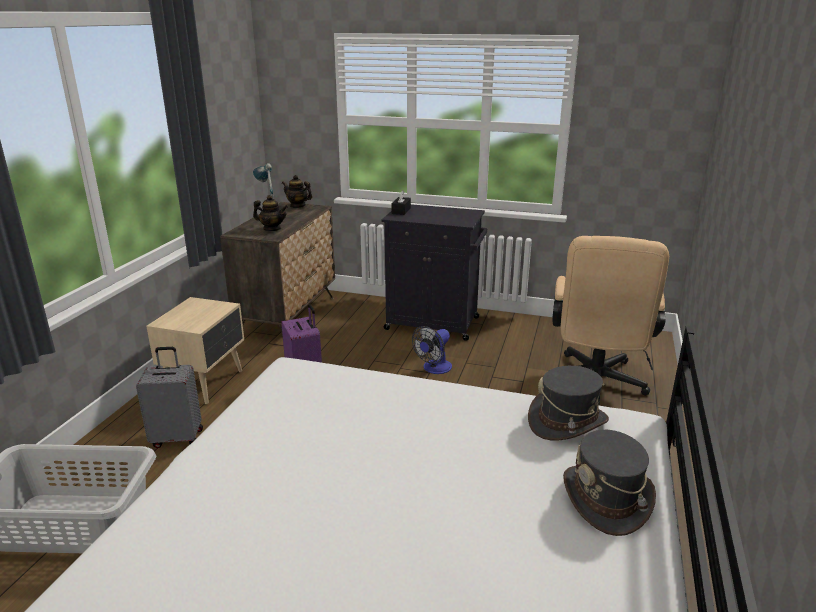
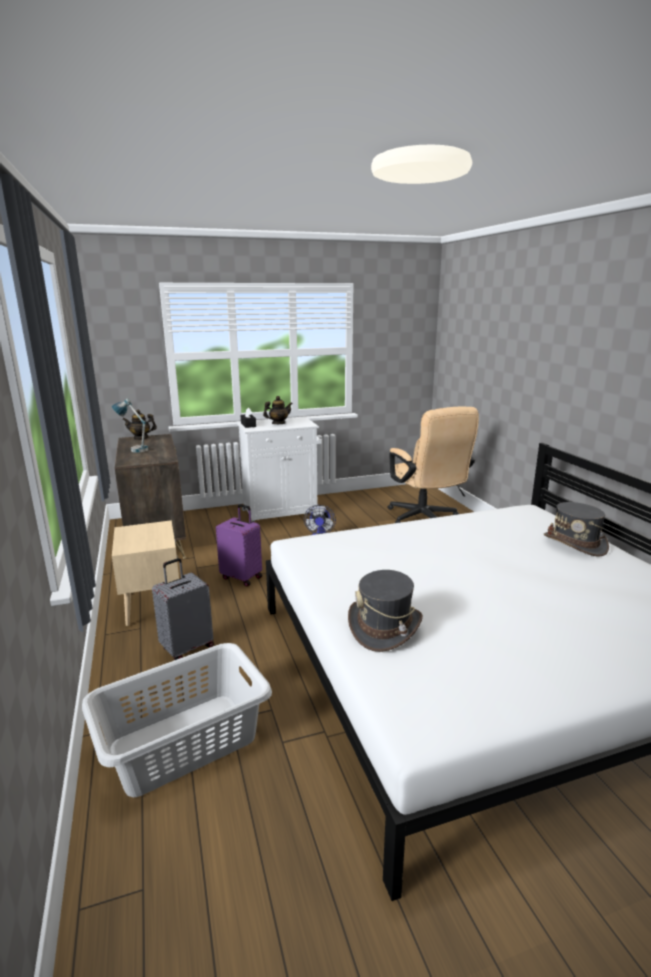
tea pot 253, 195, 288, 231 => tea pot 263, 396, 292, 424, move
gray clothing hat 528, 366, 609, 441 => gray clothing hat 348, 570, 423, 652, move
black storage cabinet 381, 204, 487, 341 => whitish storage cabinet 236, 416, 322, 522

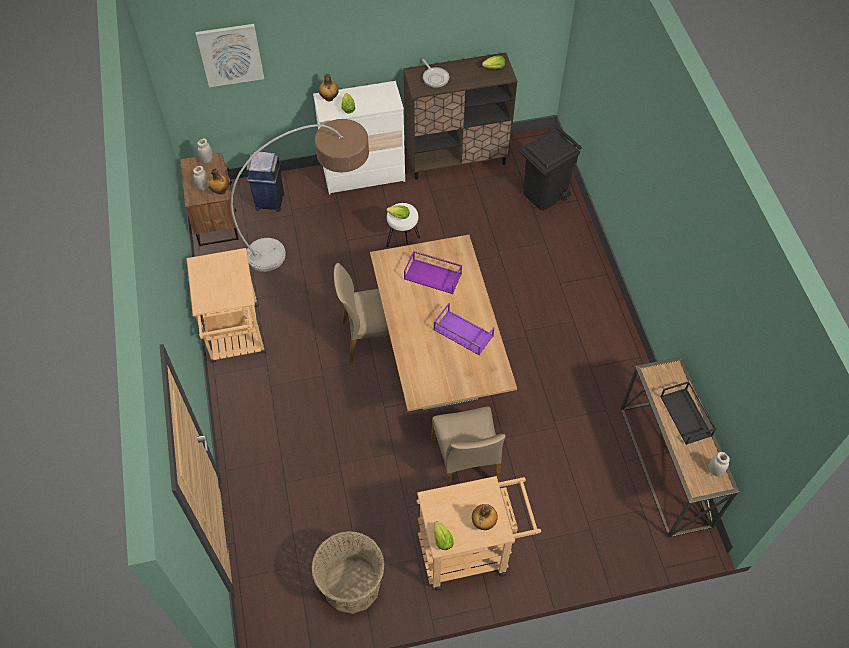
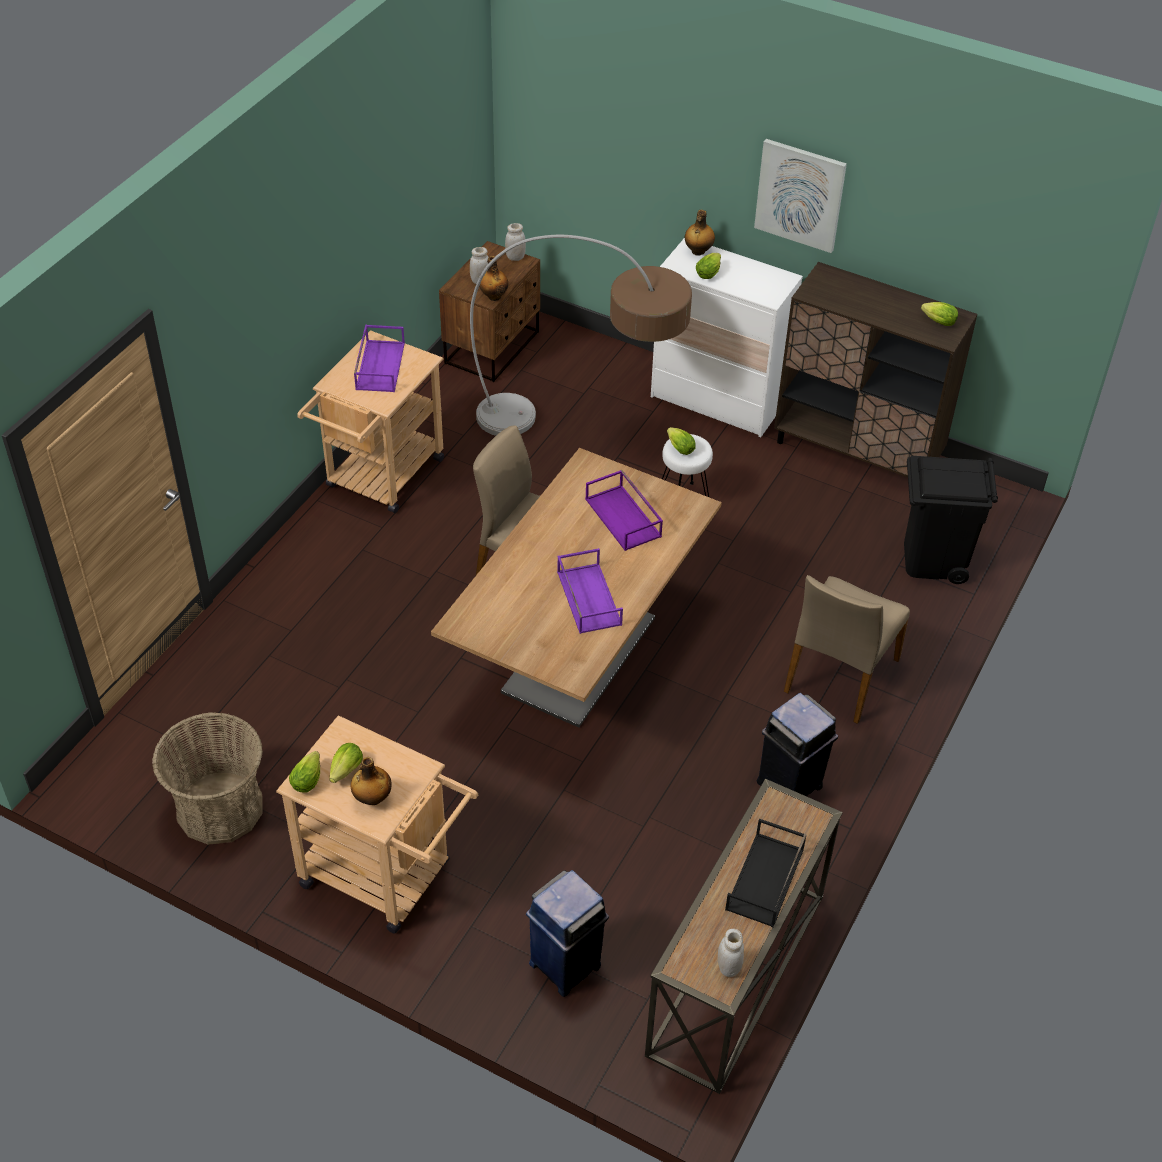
pan 422, 59, 449, 88 => nothing
nothing => head of lettuce 329, 743, 363, 783
nothing => purplish tray 354, 325, 405, 392
nothing => black waste bin 757, 693, 838, 796
wall art 196, 24, 264, 87 => wall art 754, 139, 847, 253, move
bluish waste bin 246, 151, 285, 212 => bluish waste bin 526, 870, 609, 997, move
beige plain chair 431, 407, 505, 486 => beige plain chair 784, 575, 910, 724, move

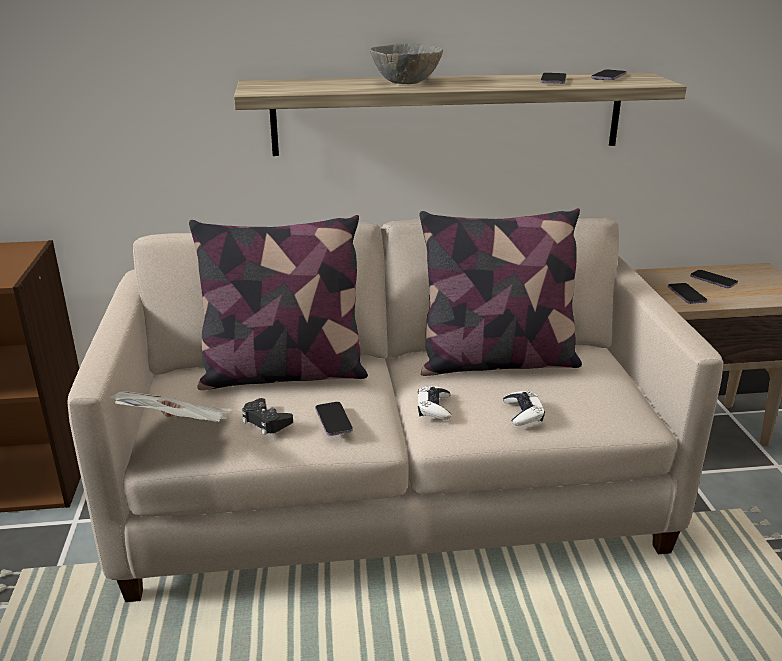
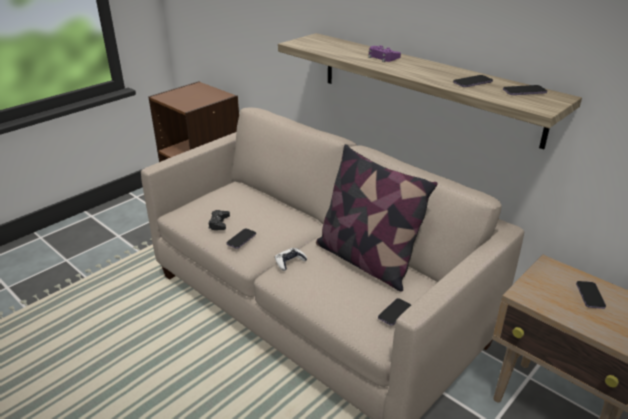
newspaper 109, 391, 232, 422 => nothing
throw pillow 189, 215, 368, 390 => nothing
whitish joypad 503, 391, 545, 426 => nothing
handset 668, 283, 707, 304 => handset 378, 298, 411, 326, move
gray deep dish 370, 43, 443, 84 => purplish joypad 368, 45, 401, 62

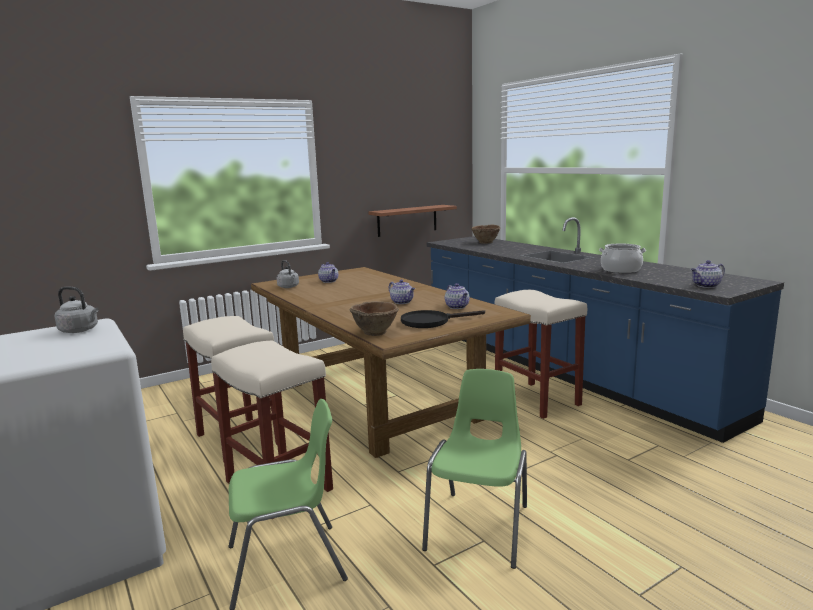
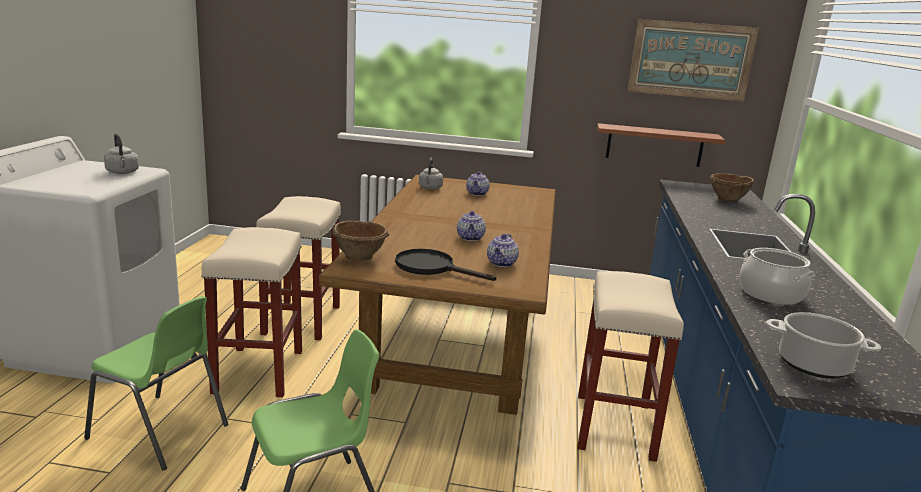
nothing => wall art 628, 19, 759, 101
tea pot 691, 260, 725, 288 => saucepot 766, 312, 881, 379

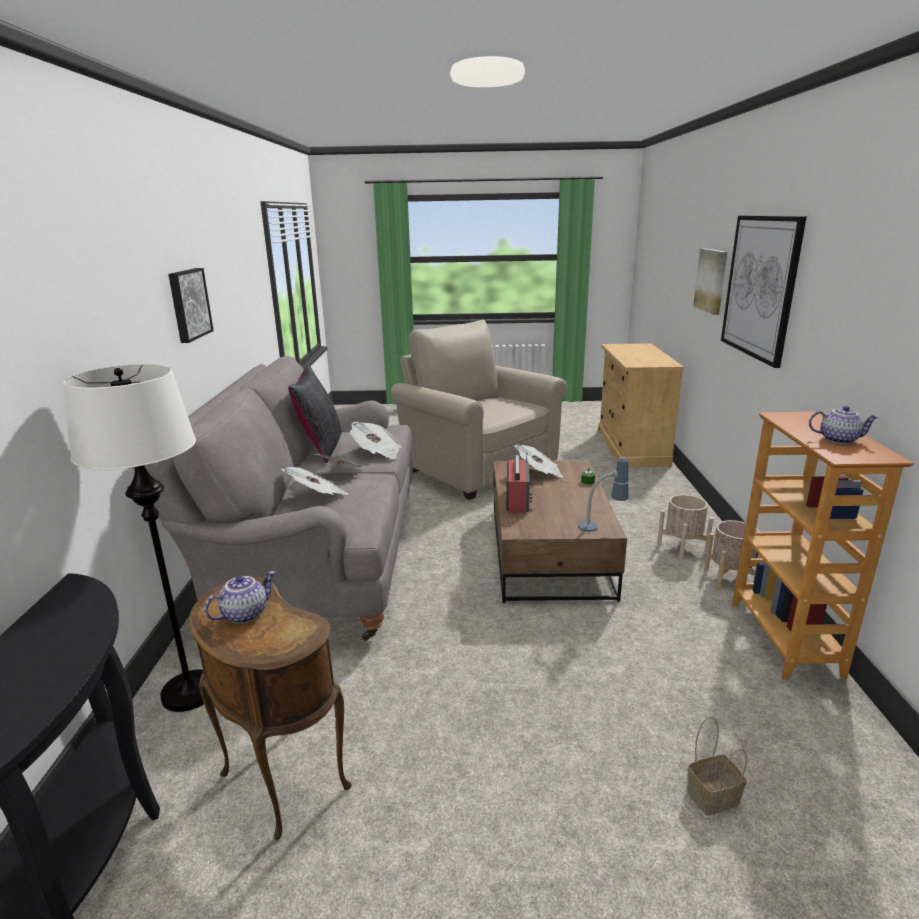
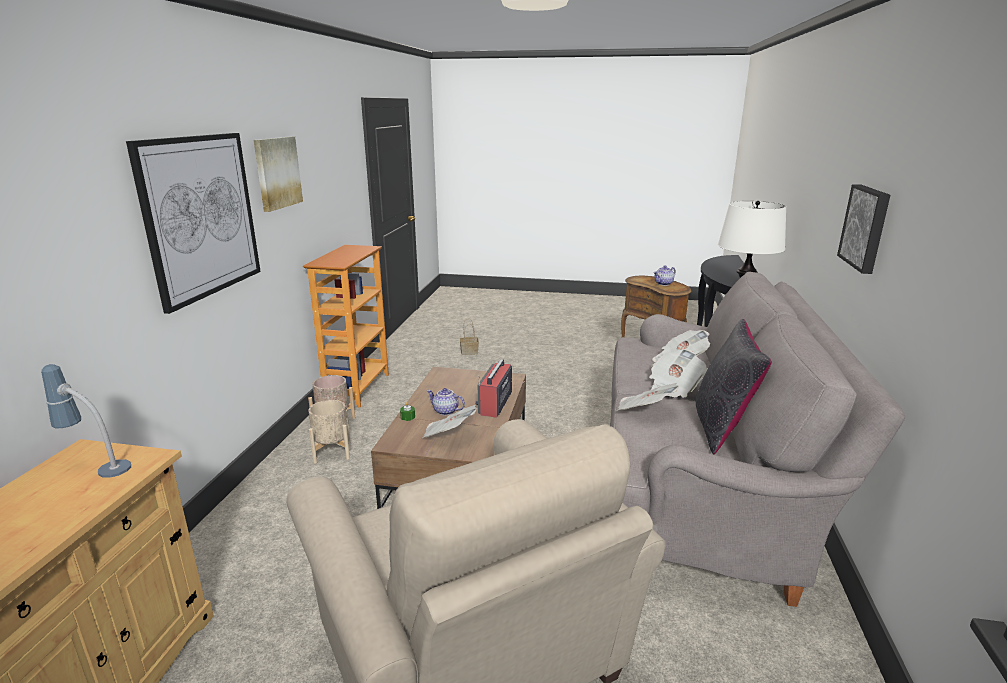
lamp for a table 578, 457, 629, 532 => lamp for a table 41, 364, 131, 478, move
wall art 693, 248, 727, 315 => wall art 253, 136, 303, 212, move
tea pot 809, 406, 879, 444 => tea pot 427, 388, 465, 415, move

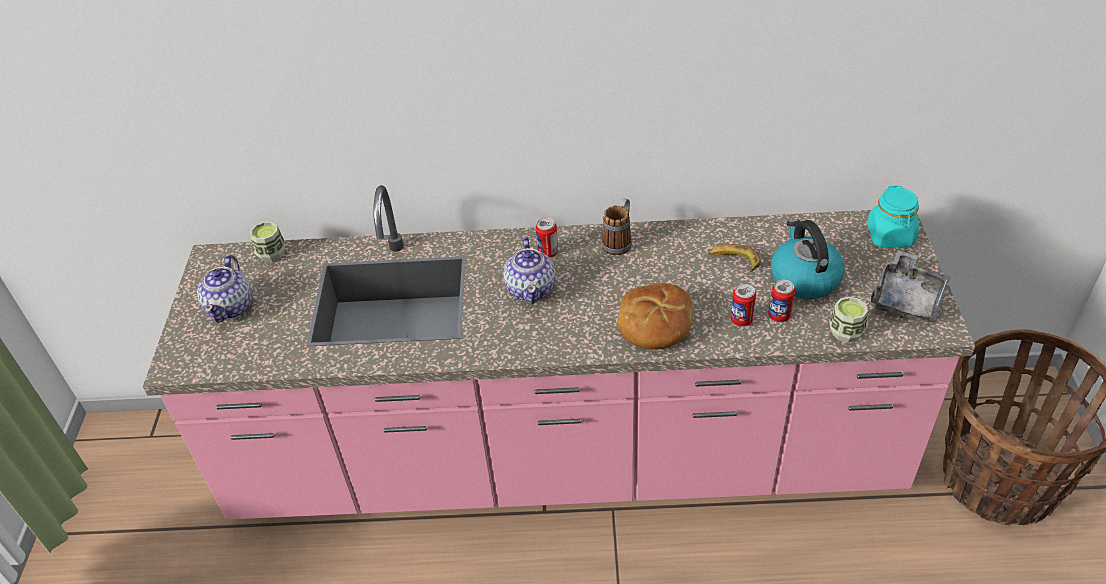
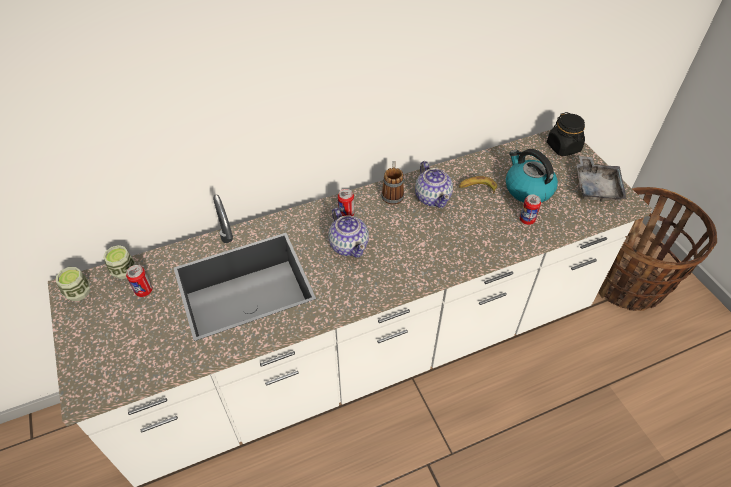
bread 617, 283, 693, 349 => nothing
tea pot 197, 255, 253, 323 => tea pot 415, 161, 453, 208, move
can 730, 284, 756, 327 => can 126, 265, 153, 297, move
cup 829, 296, 868, 343 => cup 56, 267, 90, 301, move
pinkish counter 143, 185, 975, 520 => whitish counter 48, 129, 652, 487
blue-green storage jar 867, 186, 919, 248 => black storage jar 547, 112, 585, 157

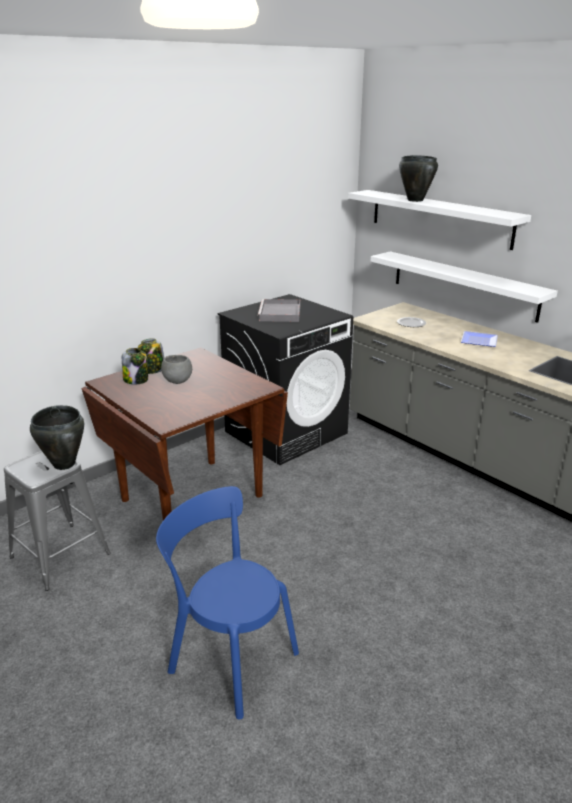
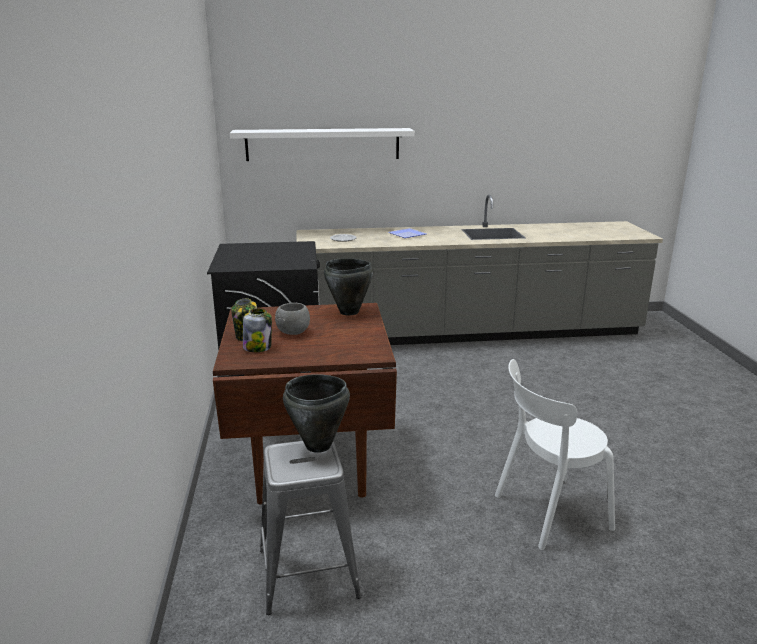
gray tray 257, 299, 300, 322 => nothing
whitish shelf 371, 251, 558, 323 => nothing
black saucepot 399, 155, 438, 202 => black saucepot 324, 258, 373, 316, move
bluish plain chair 156, 486, 299, 720 => whitish plain chair 495, 359, 615, 550

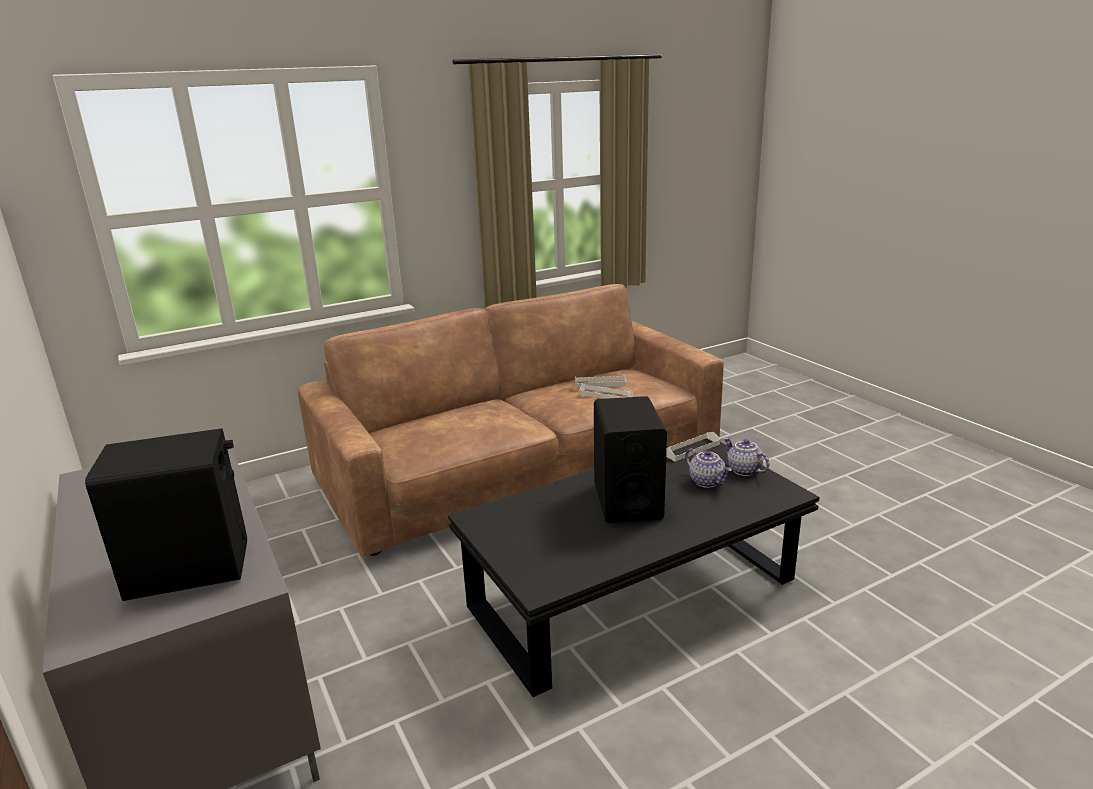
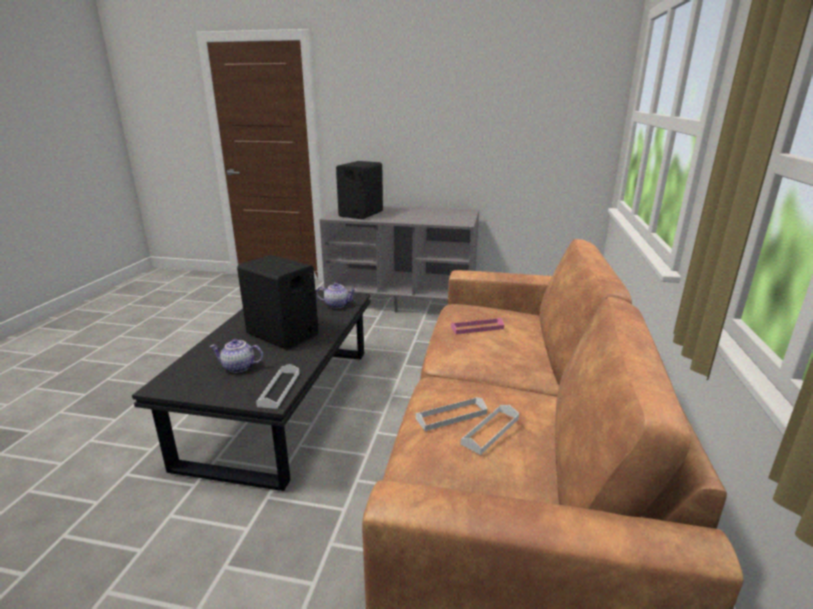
nothing => pinkish tray 451, 318, 504, 334
tea pot 723, 438, 769, 476 => tea pot 316, 282, 357, 308, move

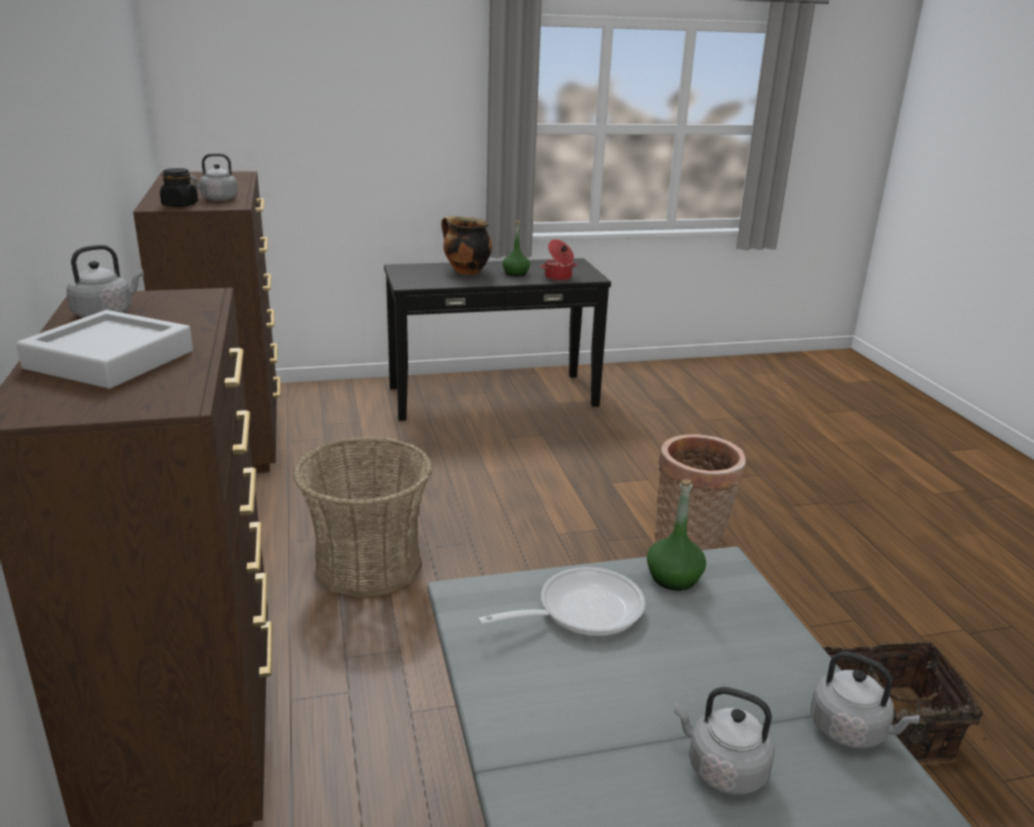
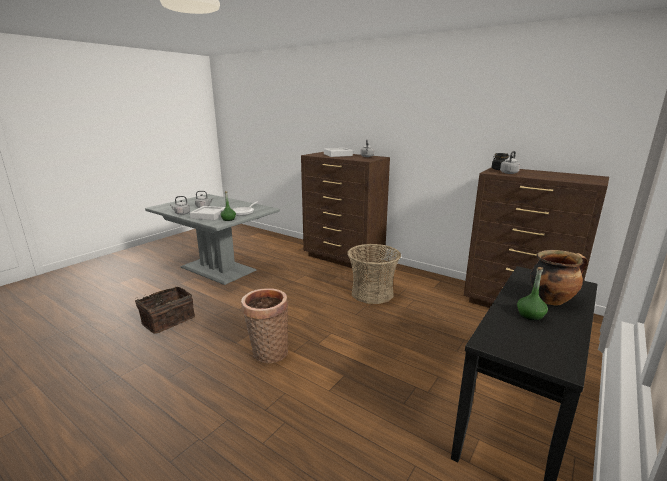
saucepot 541, 239, 577, 281 => nothing
nothing => gray tray 190, 206, 225, 220

